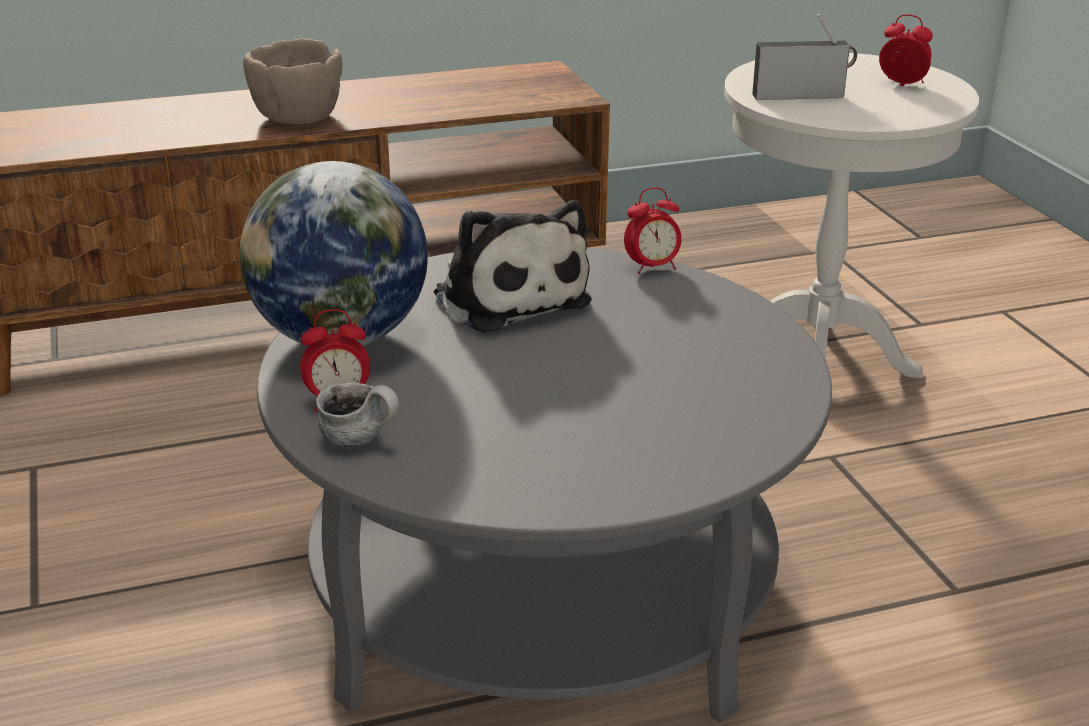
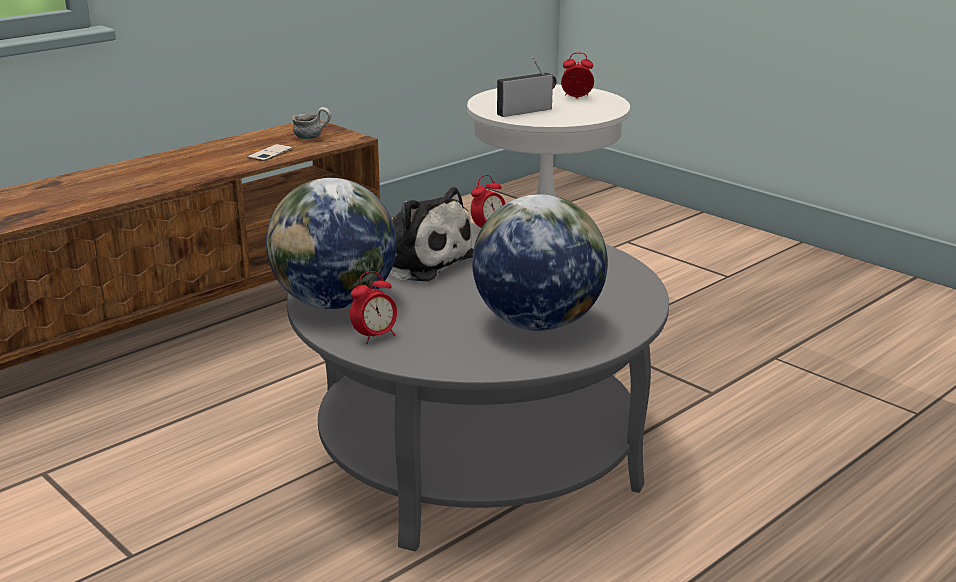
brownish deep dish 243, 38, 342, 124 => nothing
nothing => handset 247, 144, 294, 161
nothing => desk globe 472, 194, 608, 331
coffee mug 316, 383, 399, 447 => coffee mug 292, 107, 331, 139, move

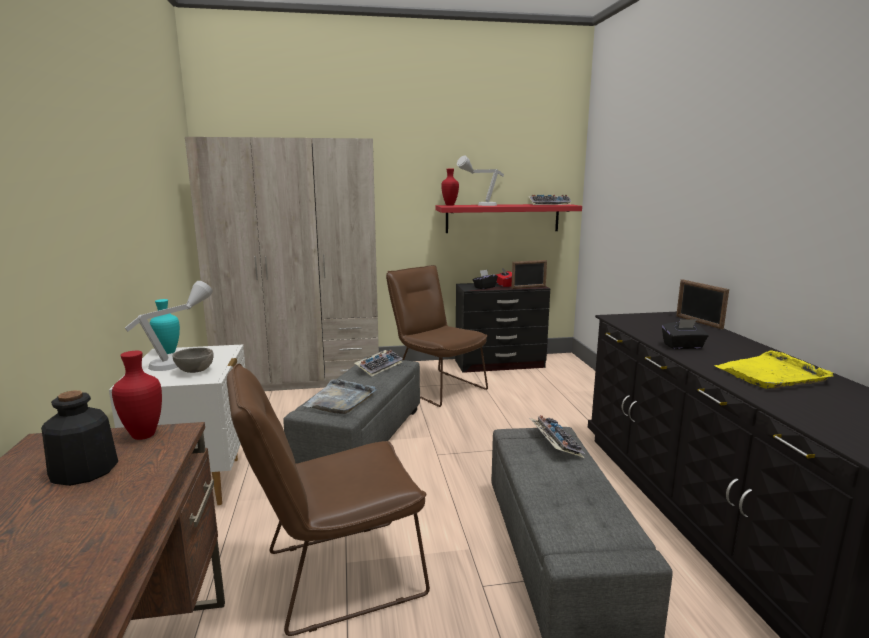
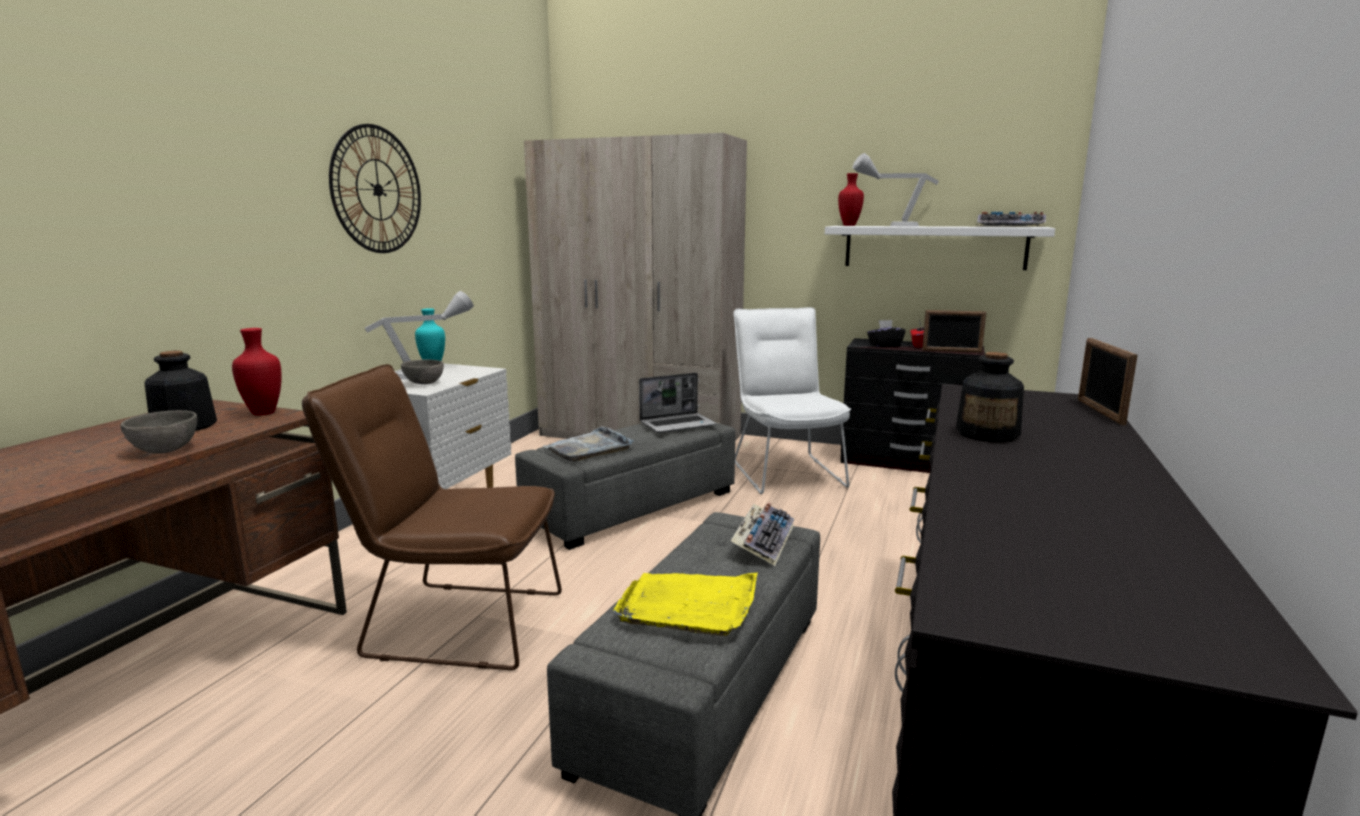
nothing => gray deep dish 120, 410, 197, 454
nothing => clock on the wall 329, 124, 421, 253
yellow-coloured tray 714, 350, 834, 389 => yellow-coloured tray 613, 573, 758, 636, move
PC keyboard 355, 350, 403, 377 => portable computer 639, 373, 717, 433
black box of tissues 662, 319, 709, 349 => beverage bottle 956, 352, 1024, 442
brownish plain chair 386, 265, 488, 407 => whitish plain chair 733, 307, 851, 494
red shelf 436, 204, 582, 233 => whitish shelf 825, 226, 1055, 270

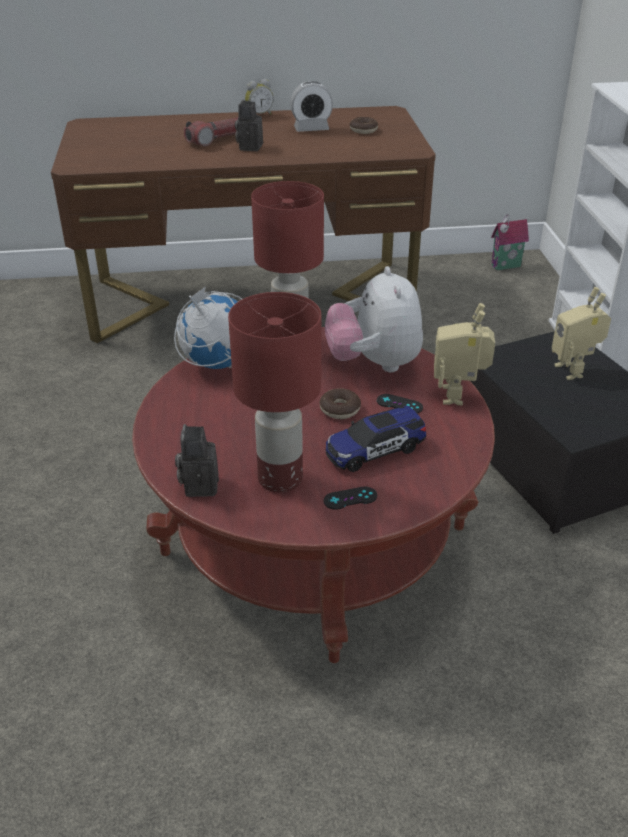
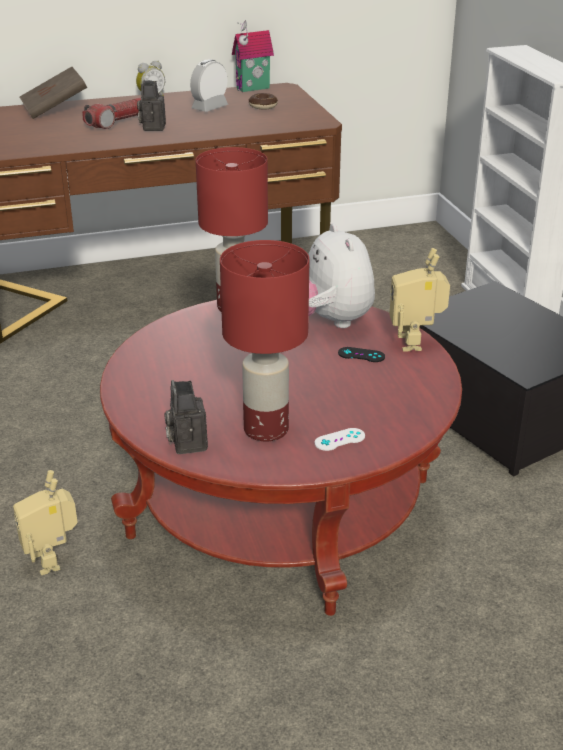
desk globe 174, 286, 242, 369 => nothing
ring doughnut 319, 388, 361, 419 => nothing
model car 325, 406, 426, 472 => nothing
nothing => brownish bound book 20, 67, 87, 119
miniature house 491, 214, 529, 270 => miniature house 232, 20, 274, 92, move
toy robot 552, 287, 611, 380 => toy robot 13, 470, 78, 575, move
black joypad 324, 486, 377, 510 => whitish joypad 315, 428, 365, 451
bedside clock 290, 81, 333, 132 => bedside clock 190, 59, 228, 112, 150 degrees clockwise

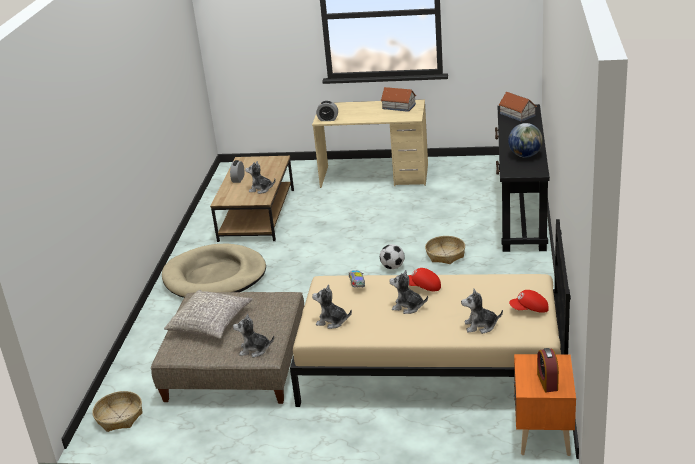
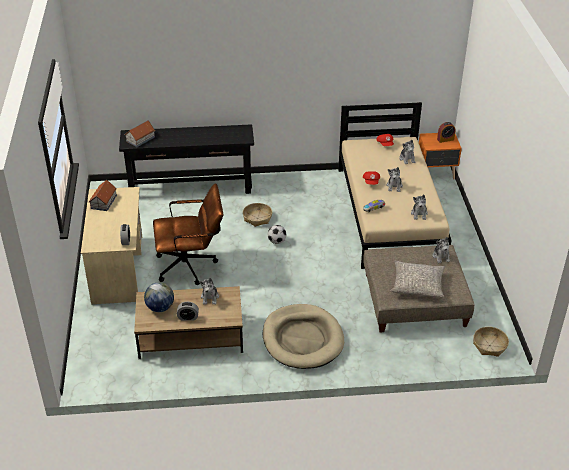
nothing => brownish office chair 153, 183, 223, 285
desk globe 508, 123, 543, 158 => desk globe 144, 282, 174, 312, move

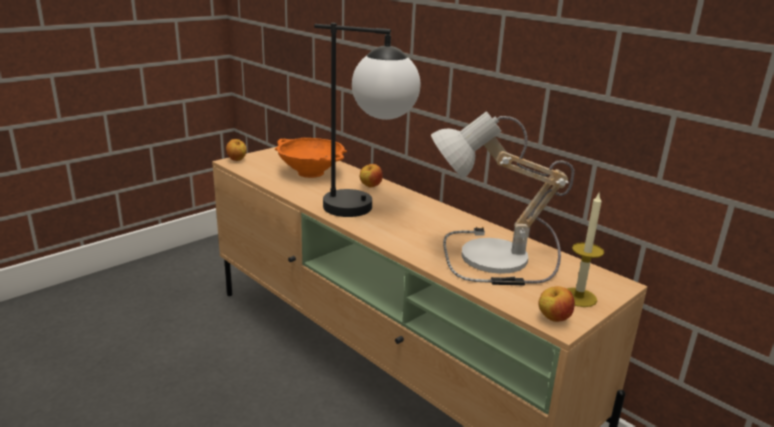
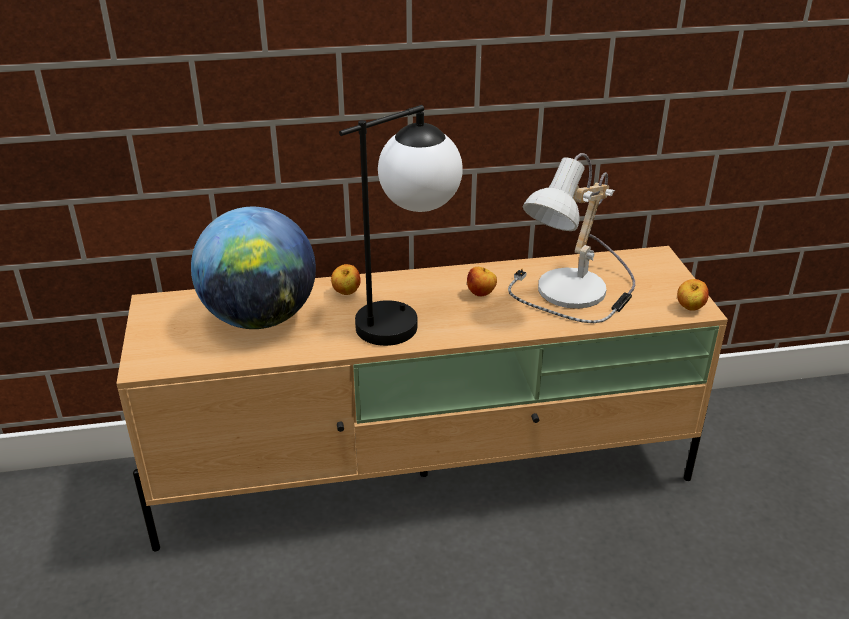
wax candle 567, 193, 604, 307 => nothing
apple 226, 139, 247, 161 => apple 467, 267, 497, 296, move
orangey deep dish 275, 138, 347, 178 => desk globe 191, 207, 316, 329

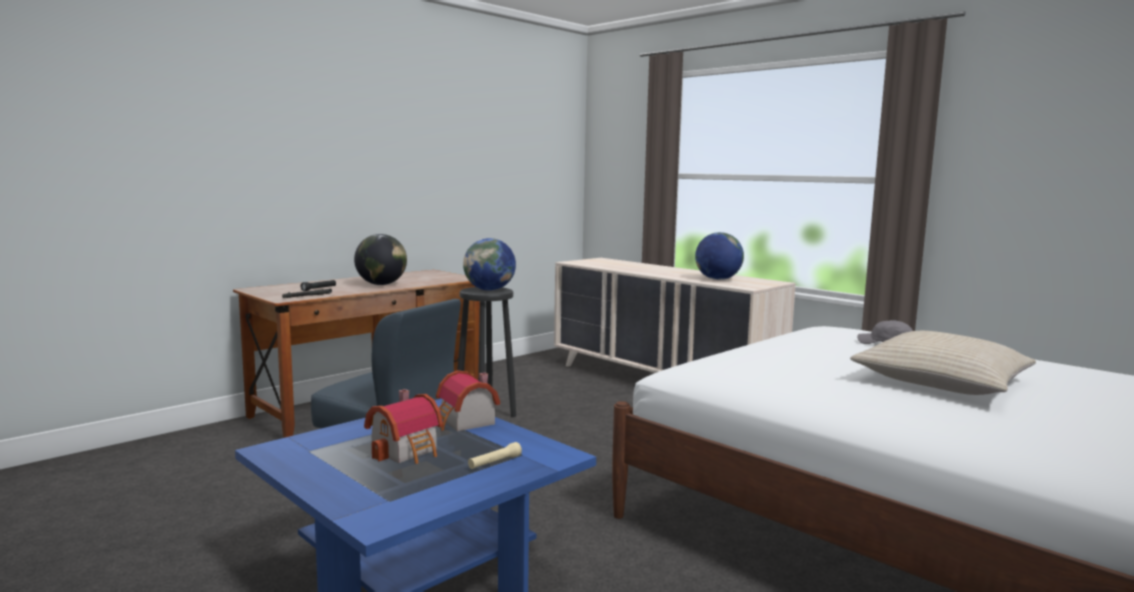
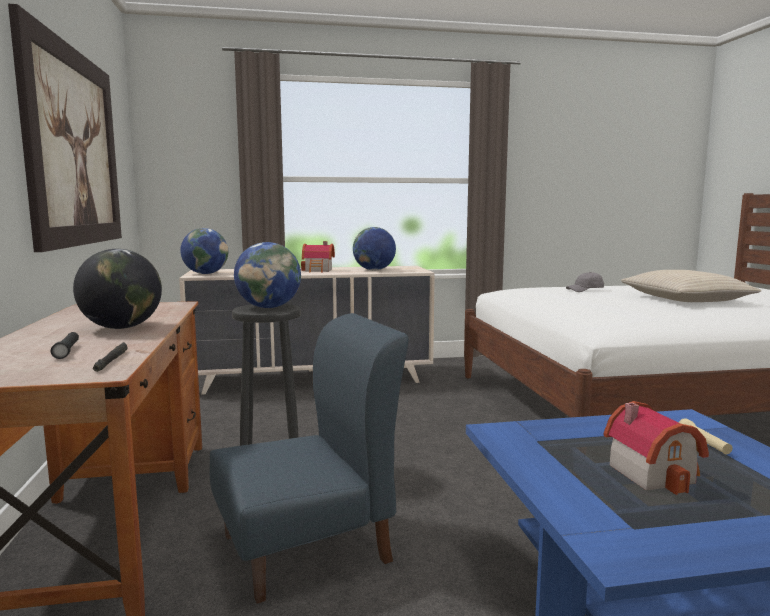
nothing => wall art 8, 4, 122, 252
nothing => desk globe 180, 228, 228, 274
miniature house 436, 370, 500, 431 => miniature house 301, 241, 335, 273, move

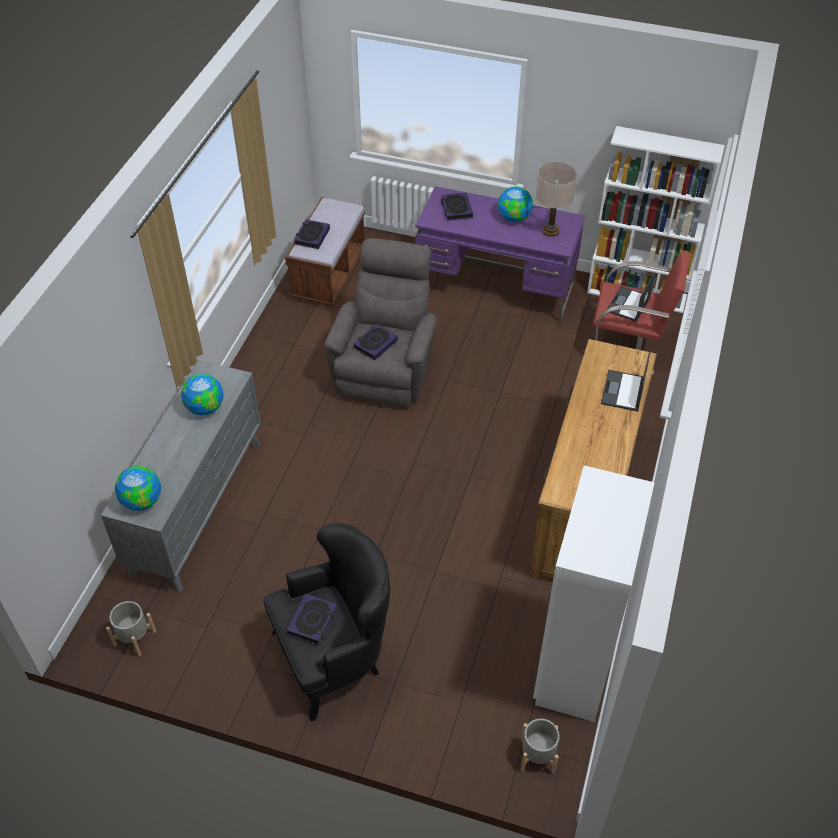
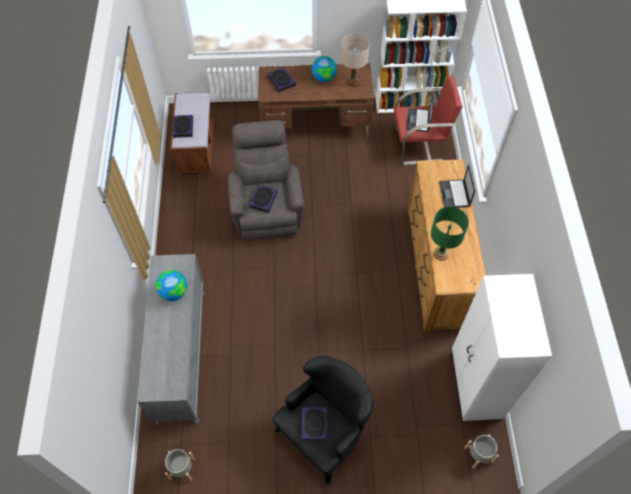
desk globe 115, 466, 161, 511 => nothing
nothing => greenish lamp for a table 431, 207, 469, 260
purplish desk unit 415, 186, 585, 323 => brownish desk unit 258, 63, 374, 141

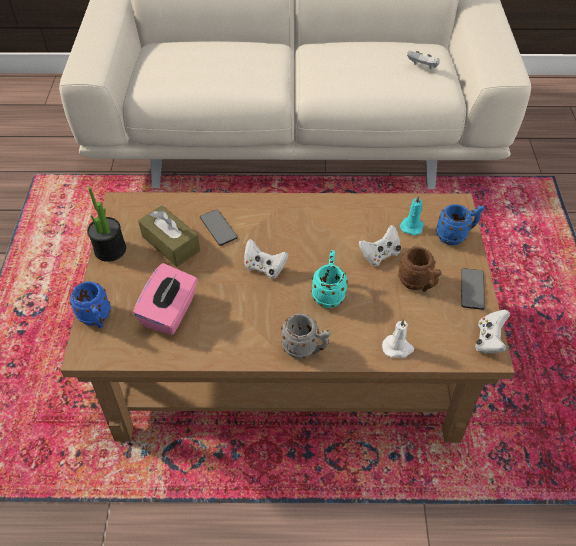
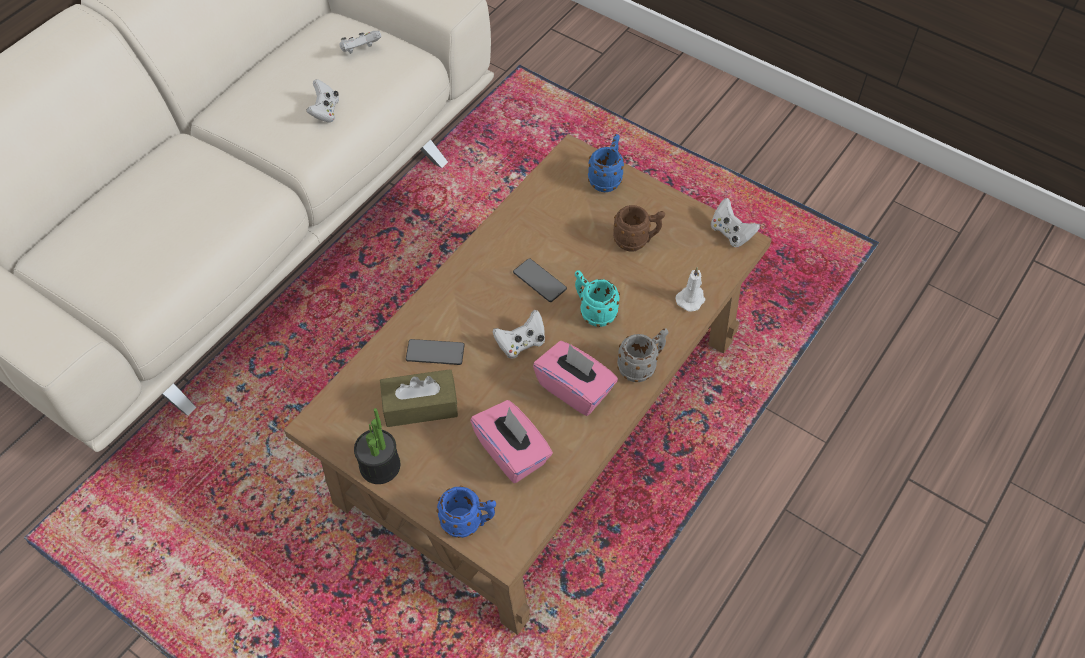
blue-green wax candle 400, 195, 424, 235 => nothing
nothing => pinkish box of tissues 533, 341, 618, 416
whitish joypad 358, 225, 401, 266 => whitish joypad 306, 79, 339, 123, move
handset 461, 268, 485, 310 => handset 513, 258, 567, 302, move

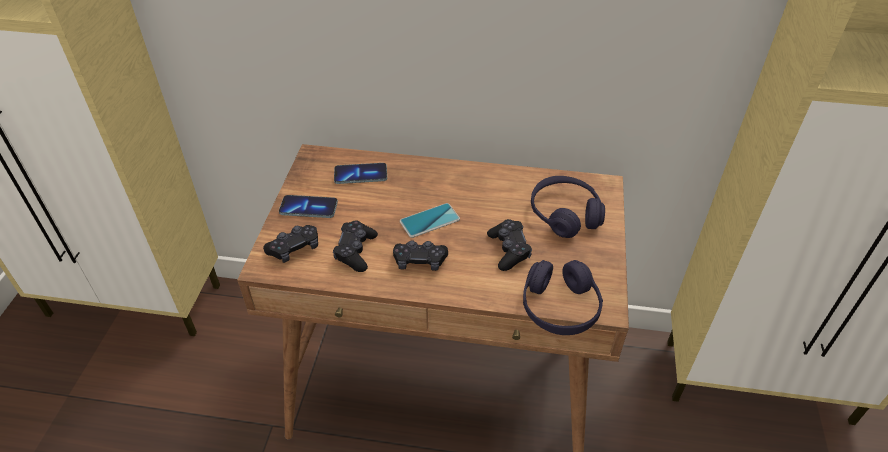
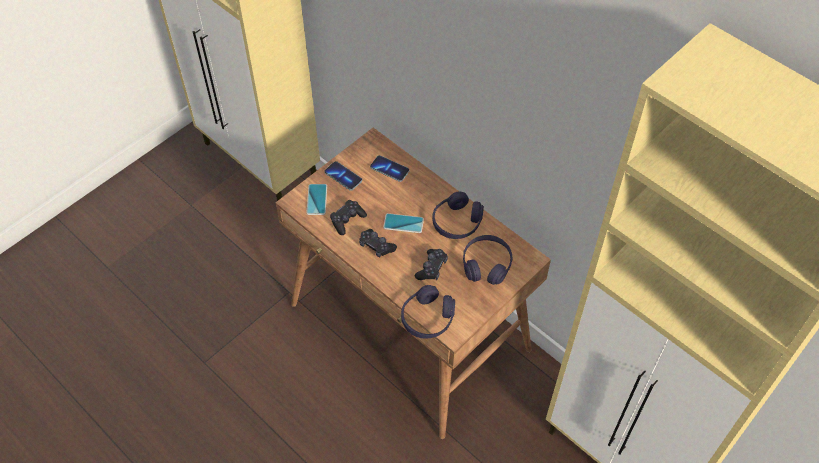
nothing => purplish headphones 432, 192, 484, 239
black joypad 263, 225, 318, 263 => handset 306, 184, 327, 215

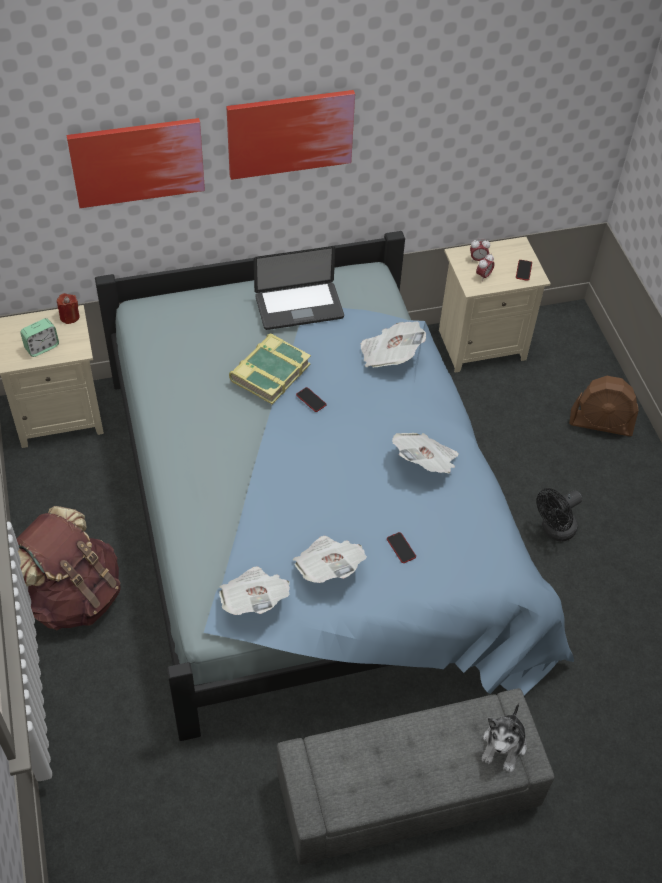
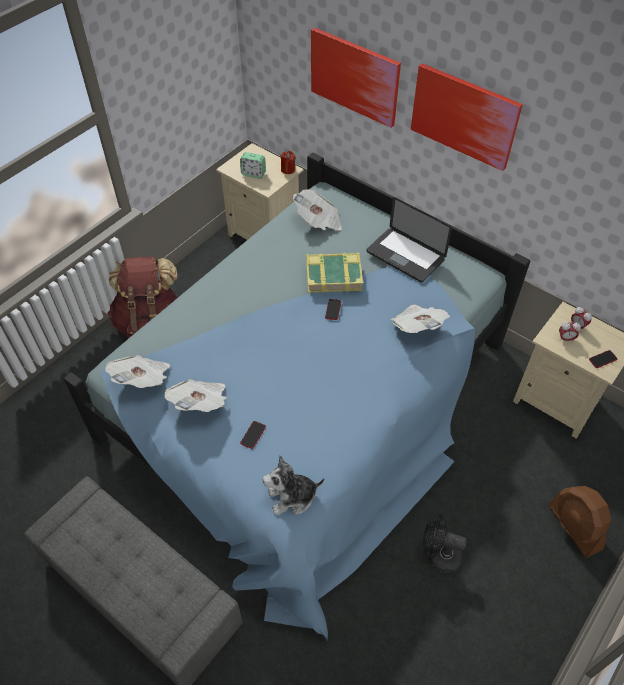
newspaper 392, 433, 459, 474 => newspaper 293, 189, 342, 231, move
cuddly toy 481, 703, 527, 773 => cuddly toy 262, 455, 324, 515, move

